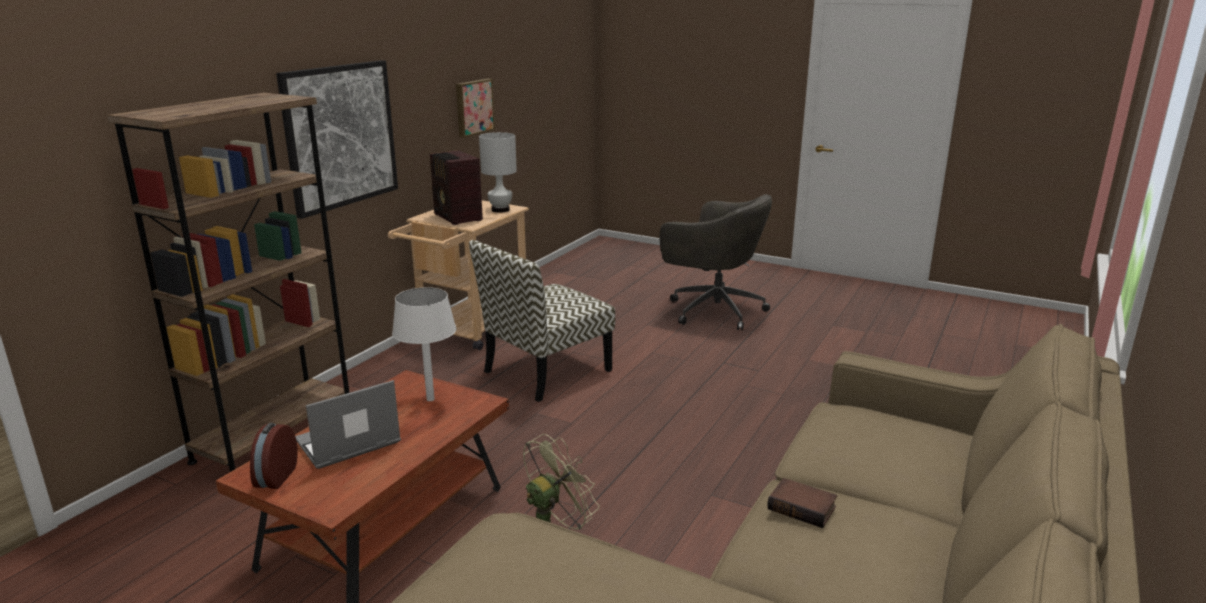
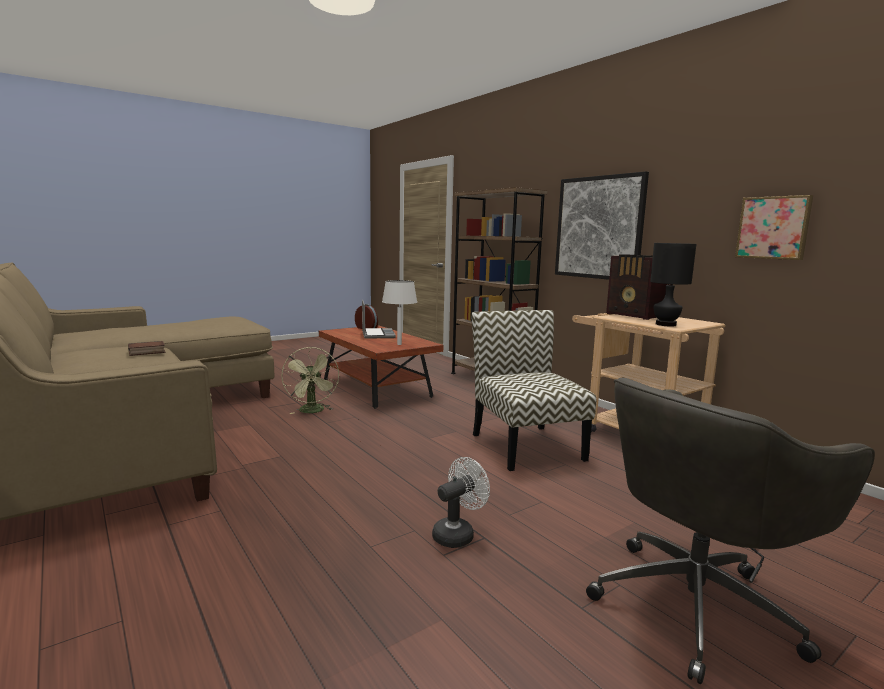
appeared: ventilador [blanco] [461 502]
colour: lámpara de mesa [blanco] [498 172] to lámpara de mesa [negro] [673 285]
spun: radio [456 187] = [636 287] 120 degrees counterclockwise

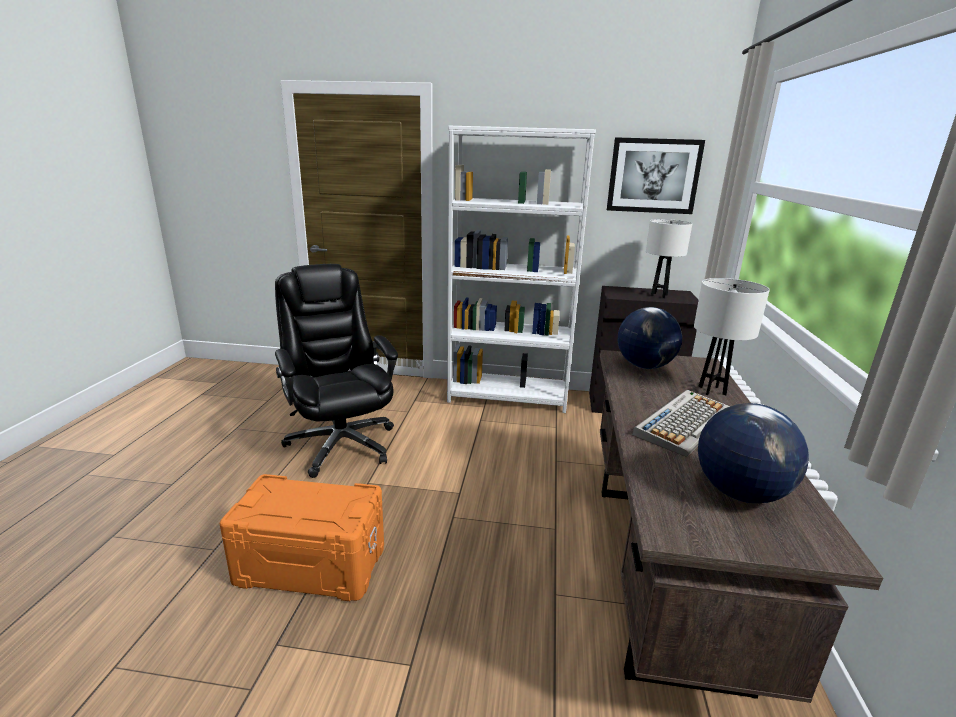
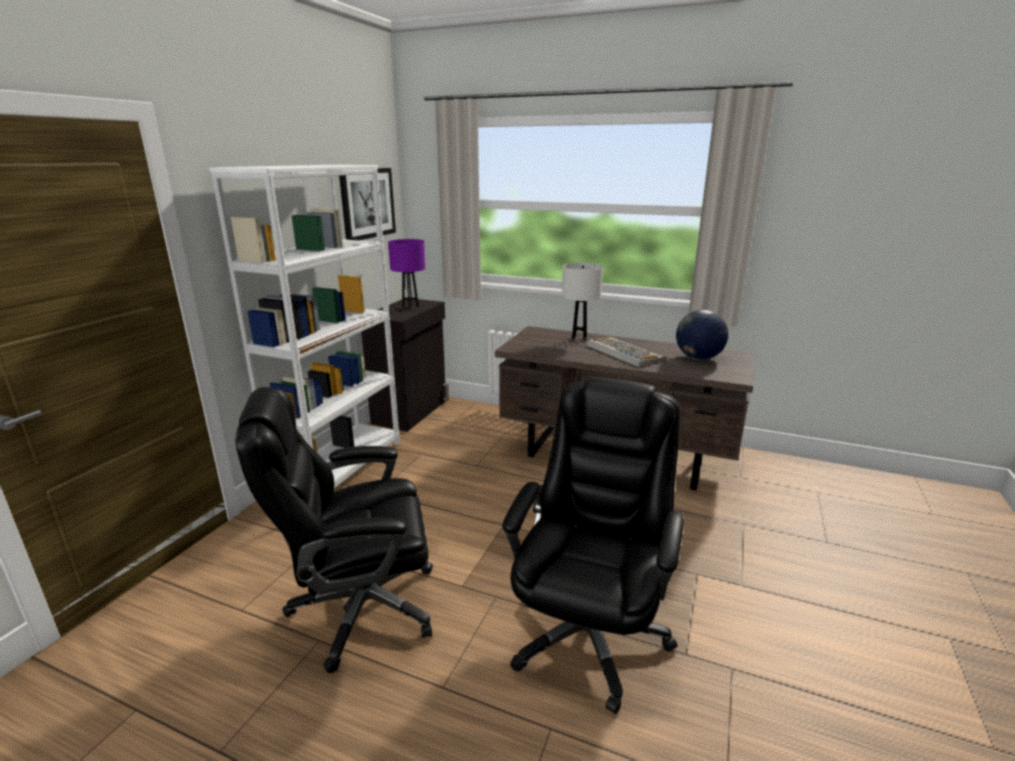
missing: globo terráqueo [650 338]
exchanged: caja de almacenaje [naranja] [302 537] to silla de oficina [negro] [593 545]
colour: lámpara de mesa [blanco] [669 258] to lámpara de mesa [morado] [406 274]

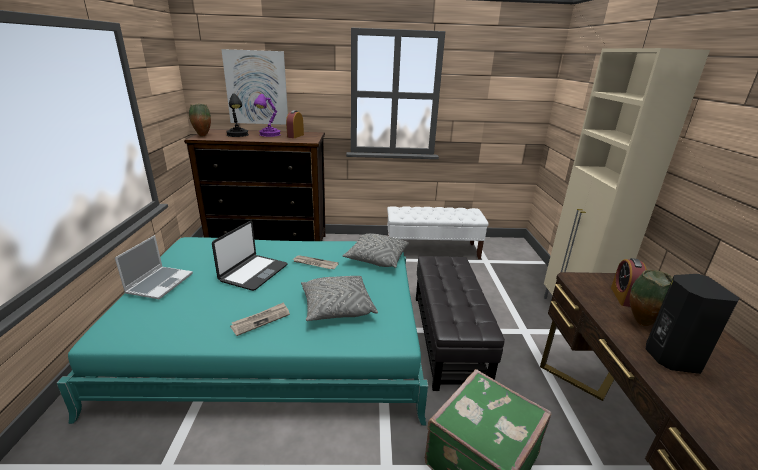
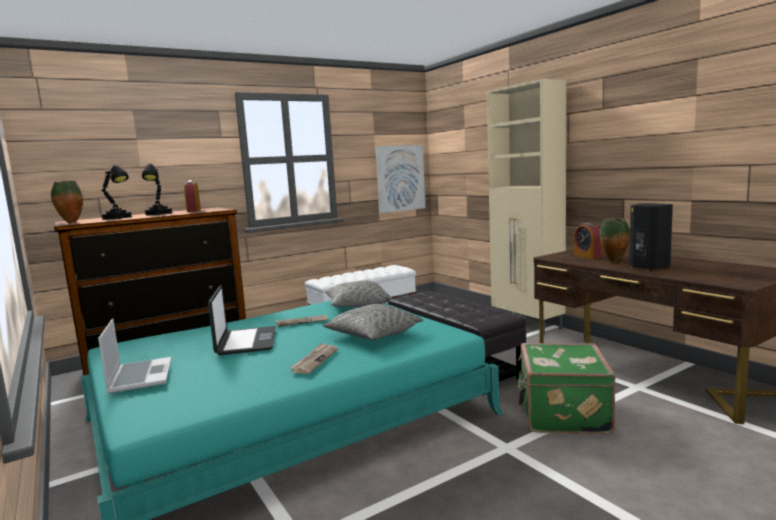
relocated: cuadro [254 87] to [400 179]
colour: lámpara de mesa [morado] [267 115] to lámpara de mesa [negro] [157 189]

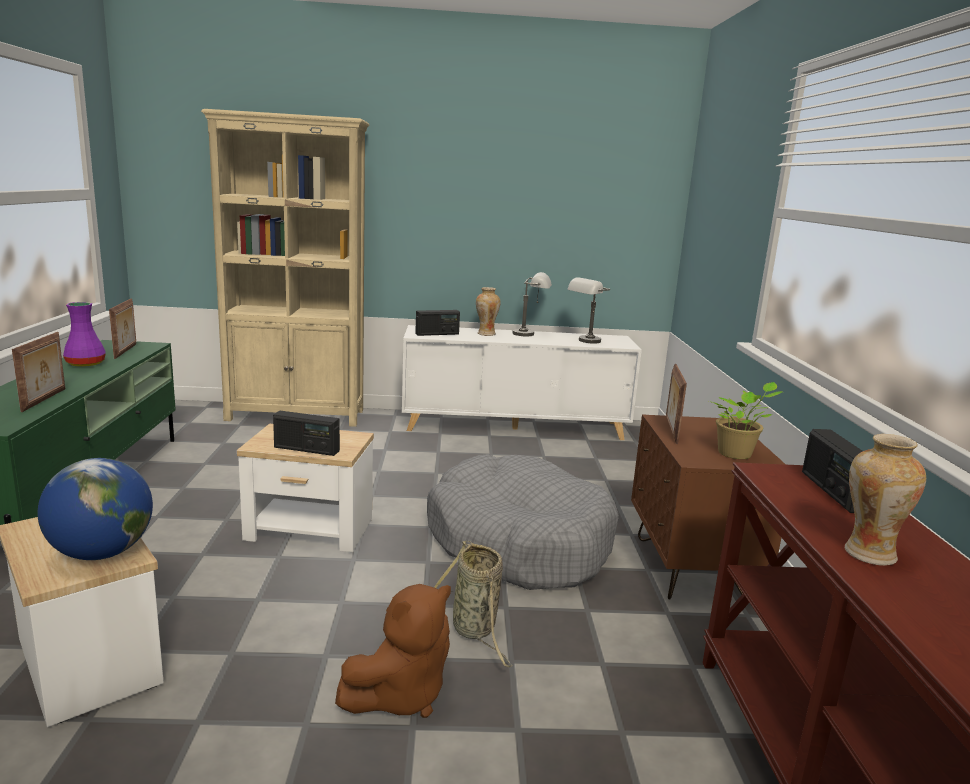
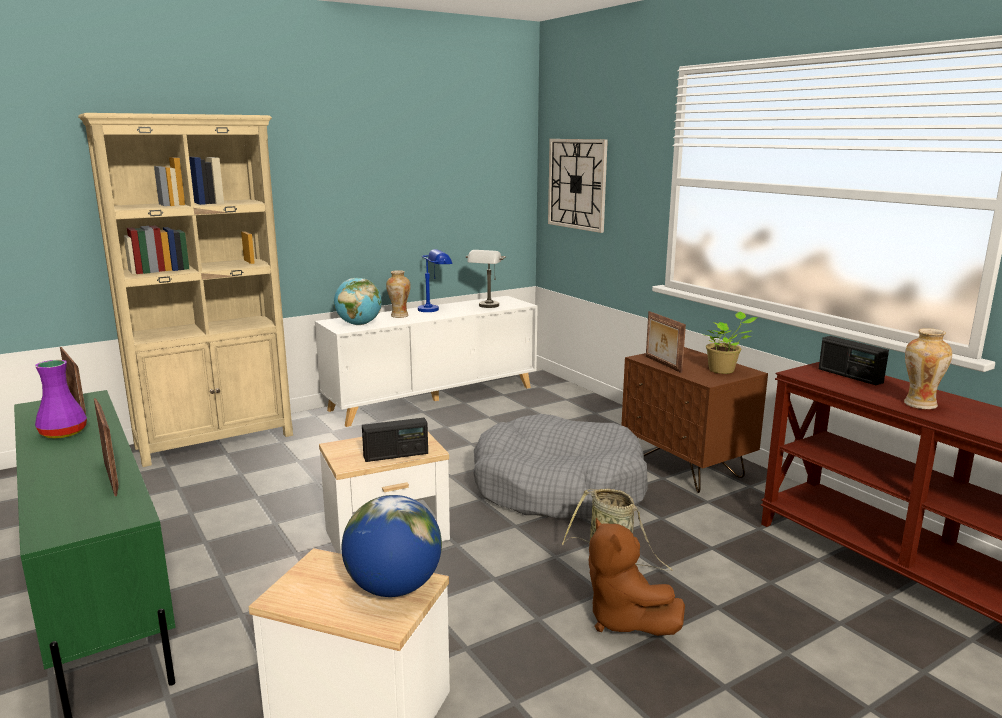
appeared: reloj de pared [578 186]
exchanged: radio [437 323] to globo terráqueo [358 301]
colour: lámpara de mesa [gris] [532 304] to lámpara de mesa [azul] [435 280]
spun: peluche [marrón] [393 651] = [637 577] 135 degrees clockwise

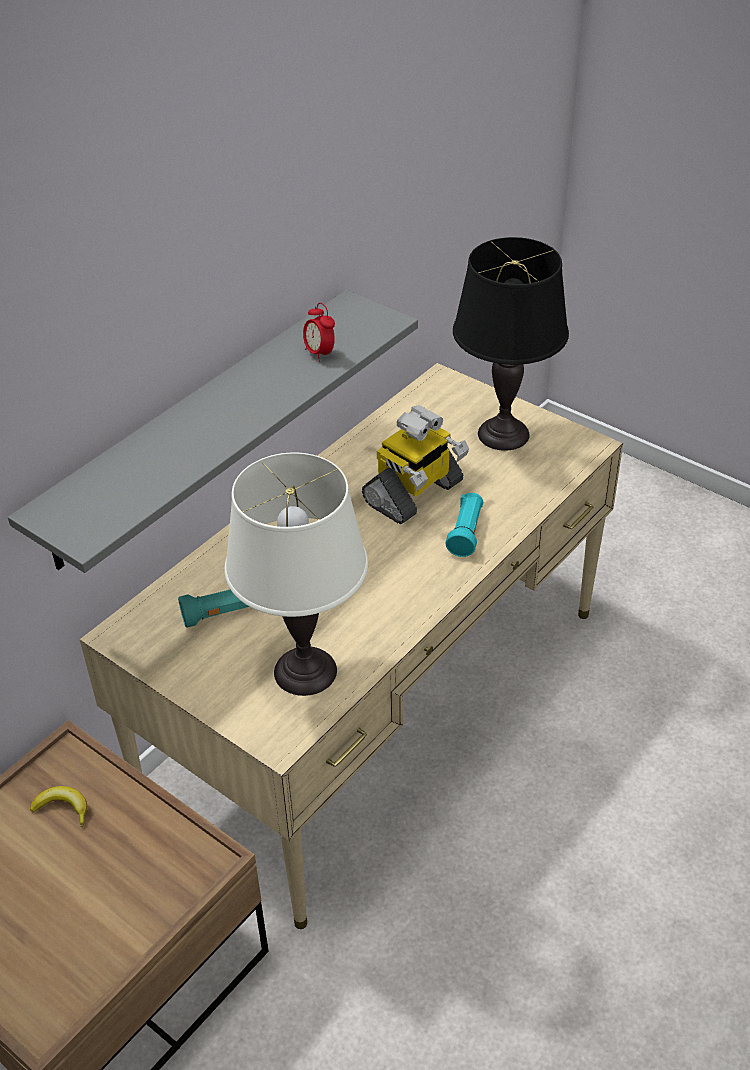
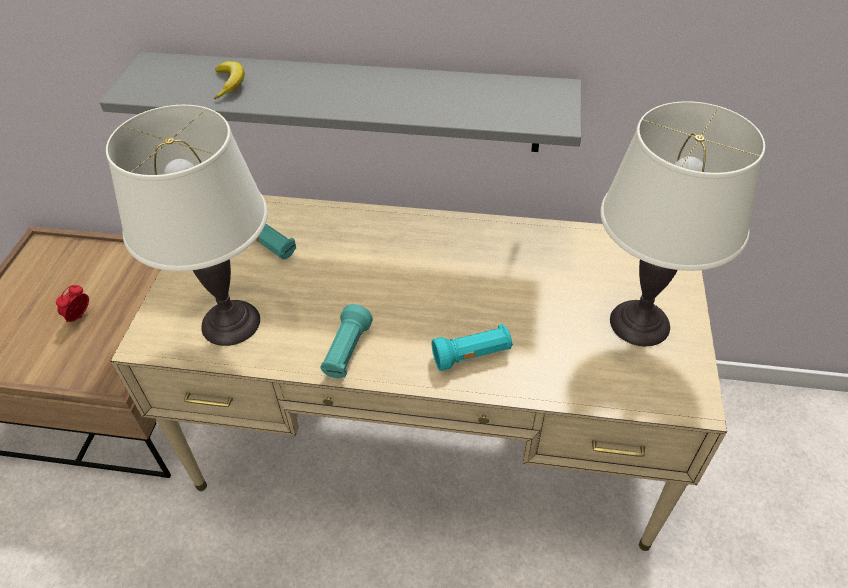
missing: robot de juguete [415 464]
appeared: linterna [turquesa] [347 341]
relocated: plátano [58 806] to [229 80]; despertador [319 332] to [72 303]
colour: lámpara de mesa [negro] [511 344] to lámpara de mesa [blanco] [682 223]

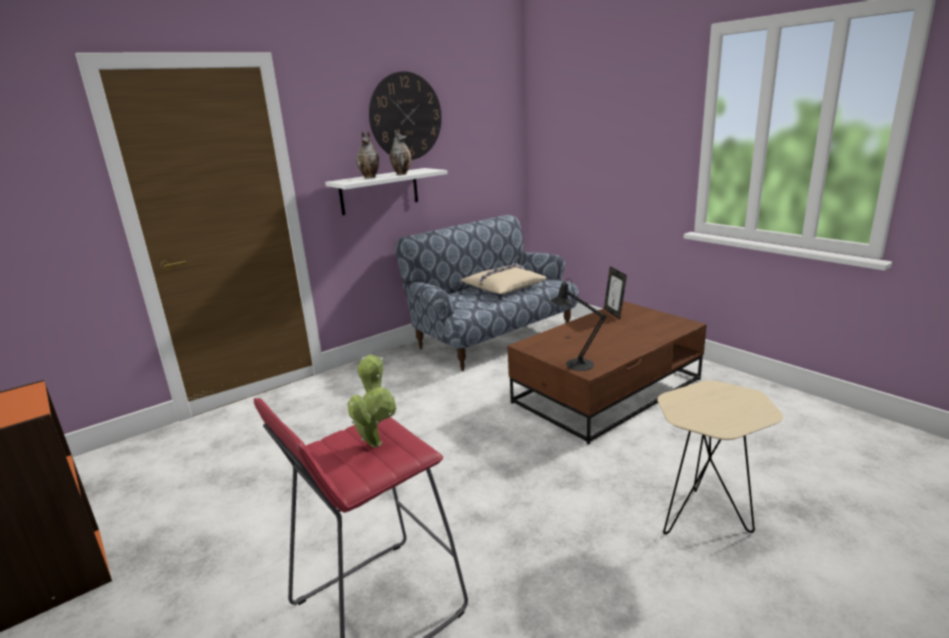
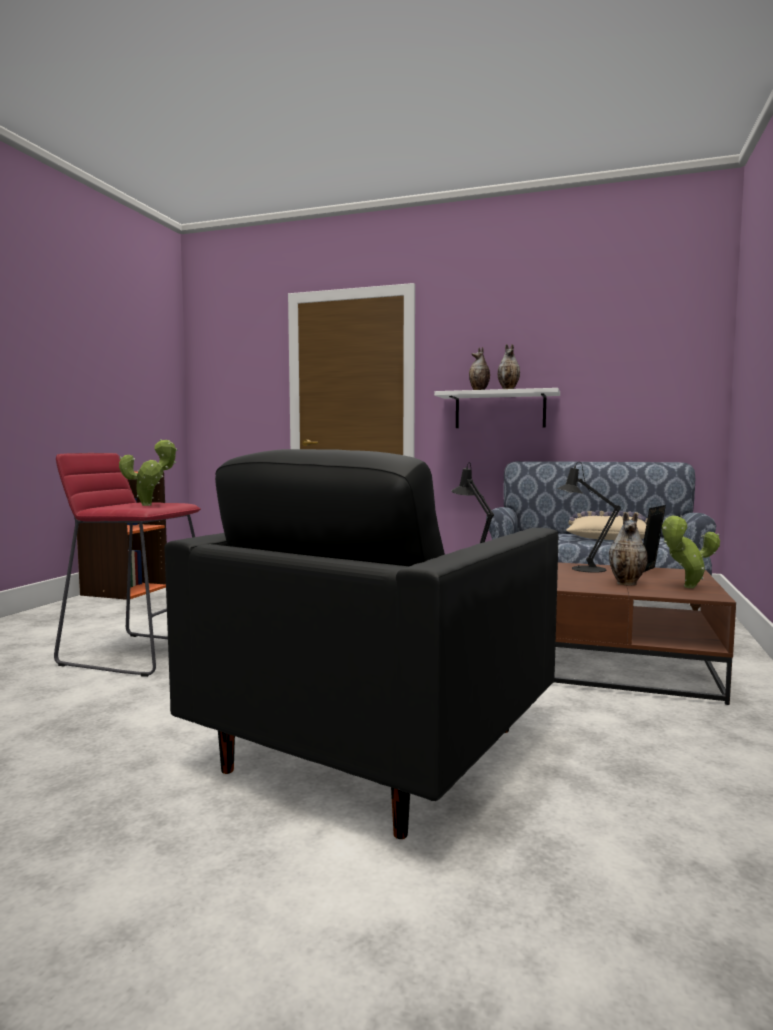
missing: reloj de pared [405 115]
appeared: lámpara de mesa [negro] [589 517]; florero [628 548]; planta en maceta [691 551]
exchanged: mesa auxiliar [beis] [720 457] to sillón [negro] [361 644]

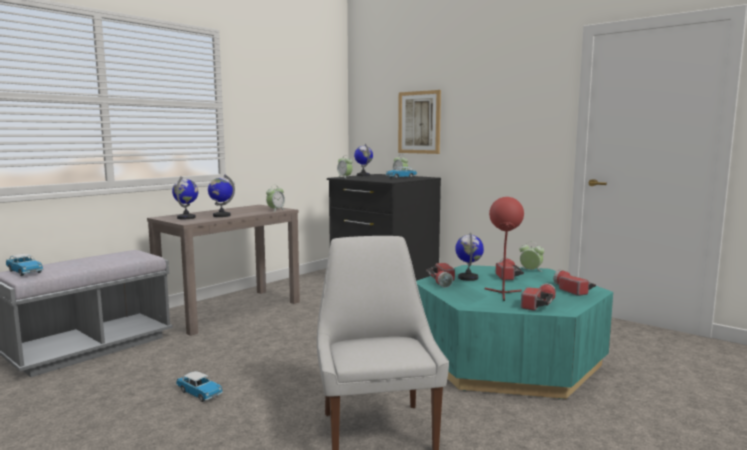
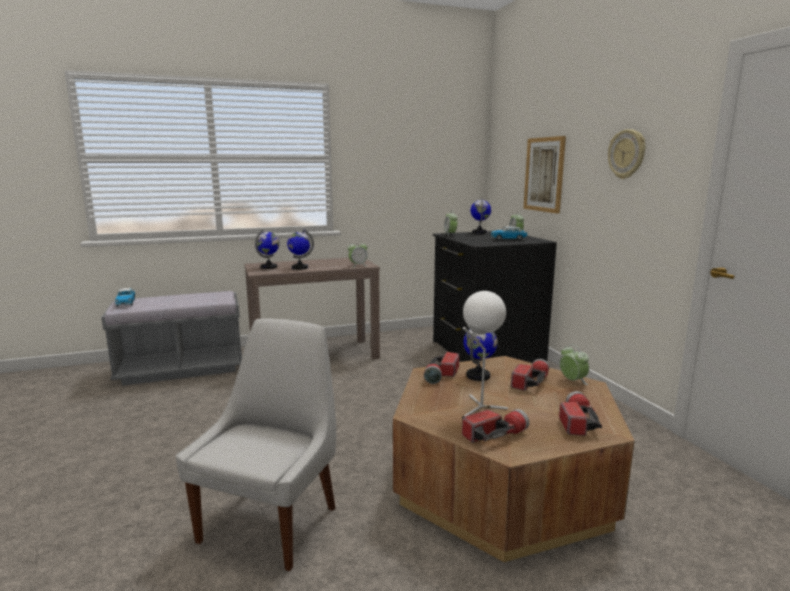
missing: coche de juguete [199 386]
appeared: reloj de pared [626 154]
colour: mesa de centro [turquesa] [514 332] to mesa de centro [marrón] [514 459]; lámpara de mesa [rojo] [504 249] to lámpara de mesa [blanco] [485 355]

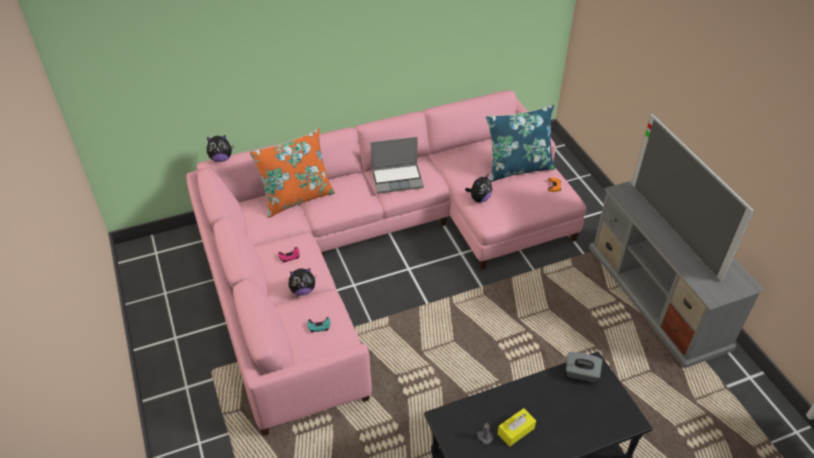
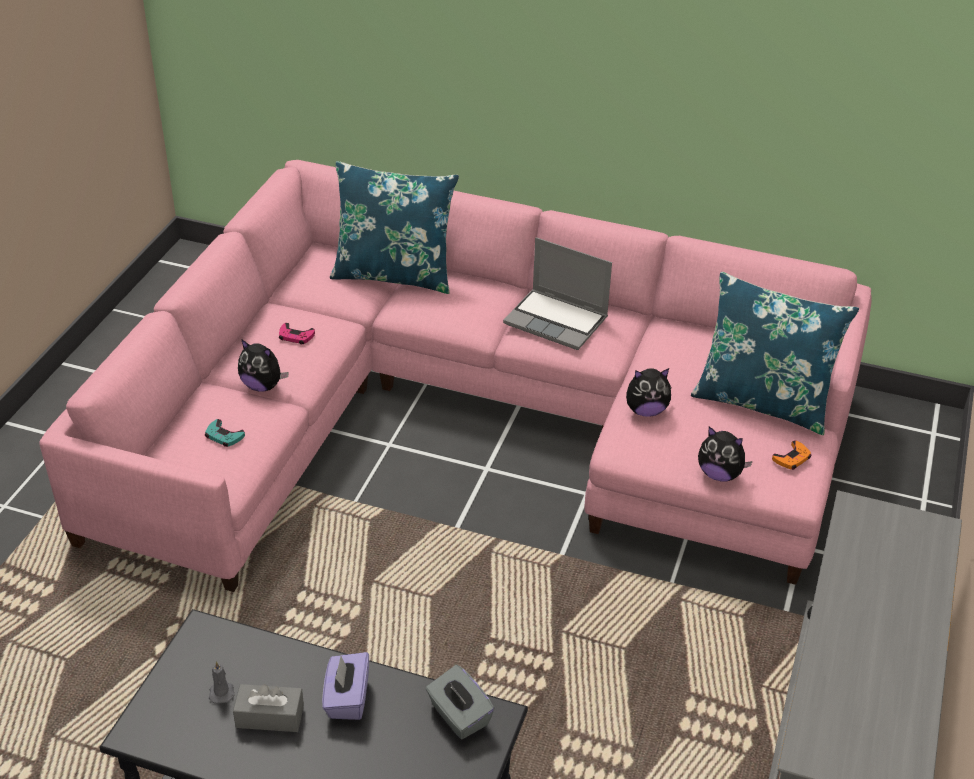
missing: televisor [693 198]
appeared: caja de pañuelos [morado] [345 686]
relocated: peluche [220 148] to [725 454]
colour: cojín [naranja] [292 173] to cojín [azul] [394 227]; caja de pañuelos [amarillo] [516 427] to caja de pañuelos [gris] [268 708]

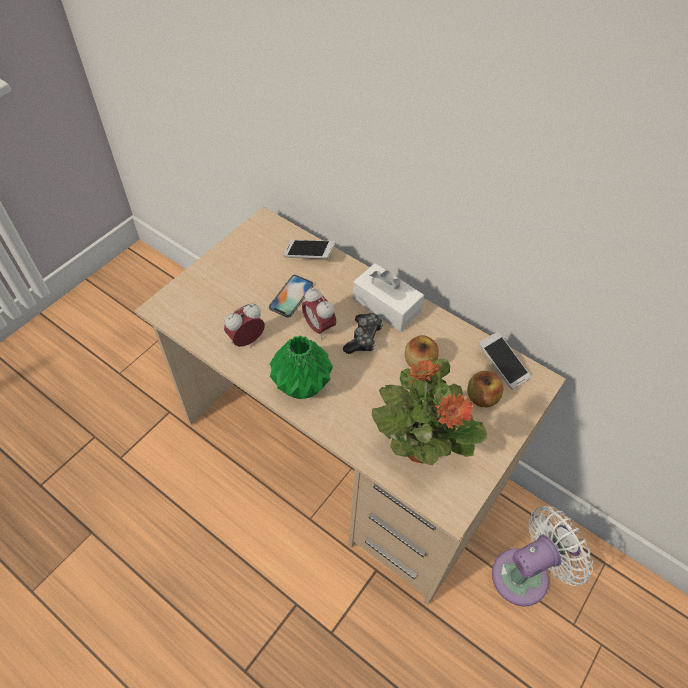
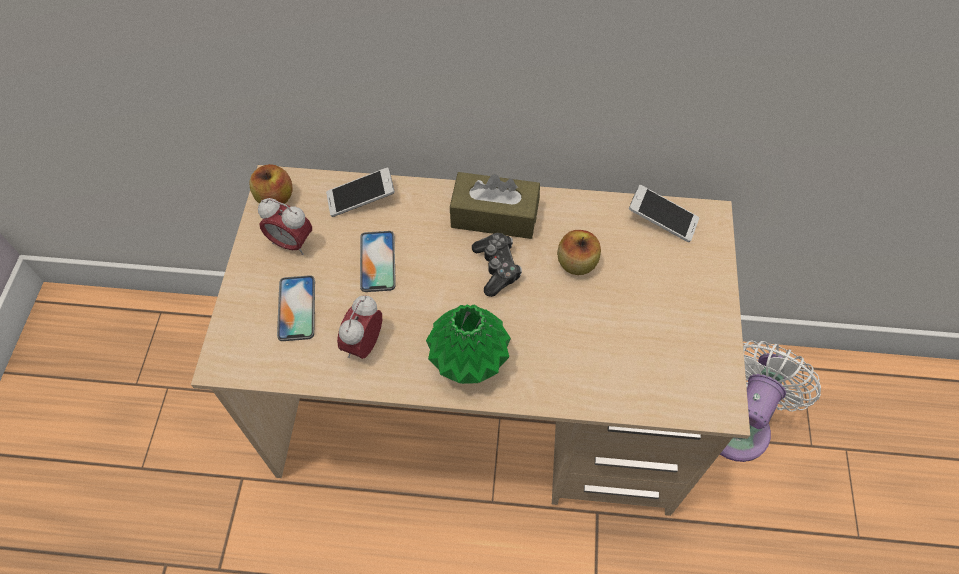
missing: planta en maceta [429 412]
appeared: móvil [296 308]
relocated: despertador [319 313] to [285 226]; manzana [485 389] to [271 184]
colour: caja de pañuelos [blanco] [388 297] to caja de pañuelos [marrón] [495 205]

